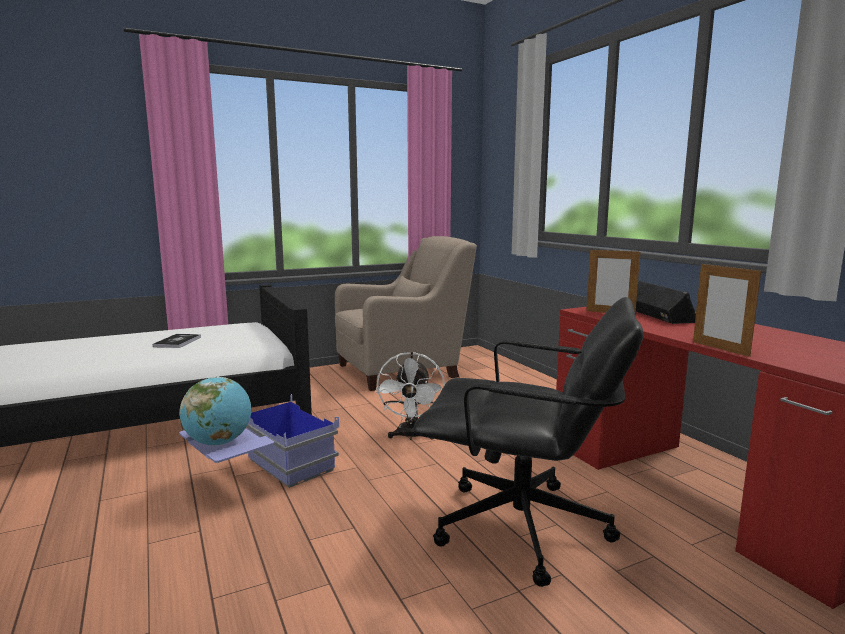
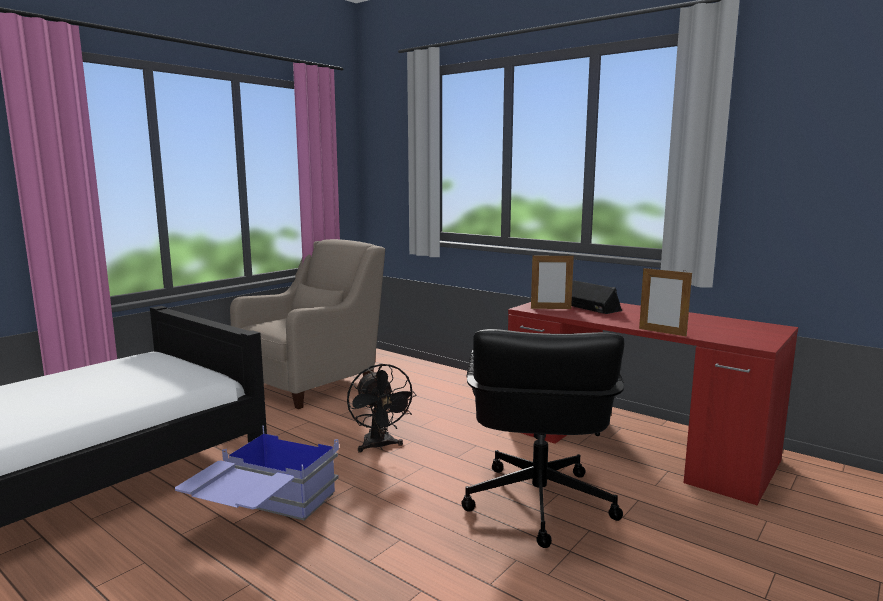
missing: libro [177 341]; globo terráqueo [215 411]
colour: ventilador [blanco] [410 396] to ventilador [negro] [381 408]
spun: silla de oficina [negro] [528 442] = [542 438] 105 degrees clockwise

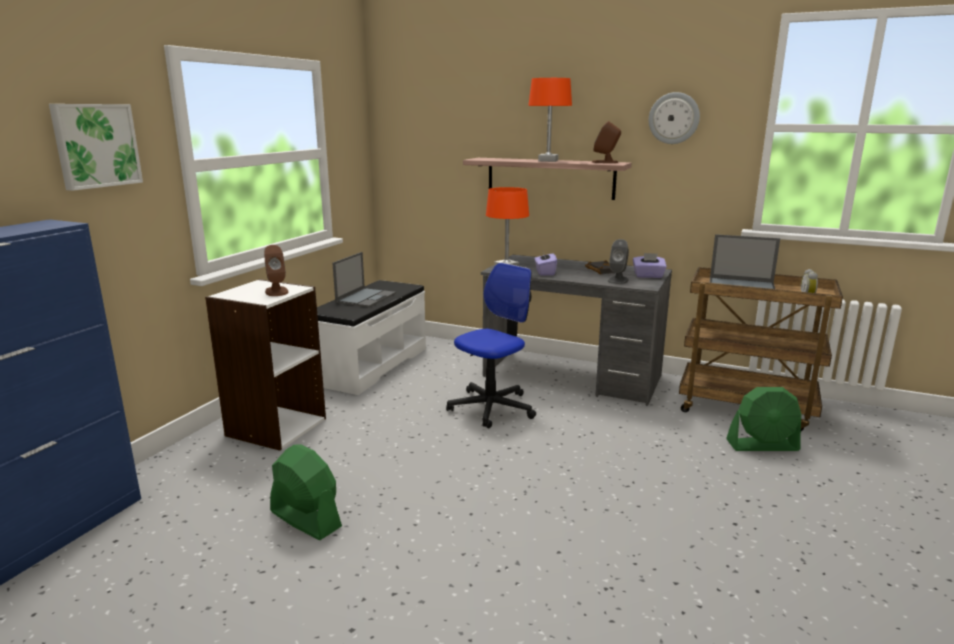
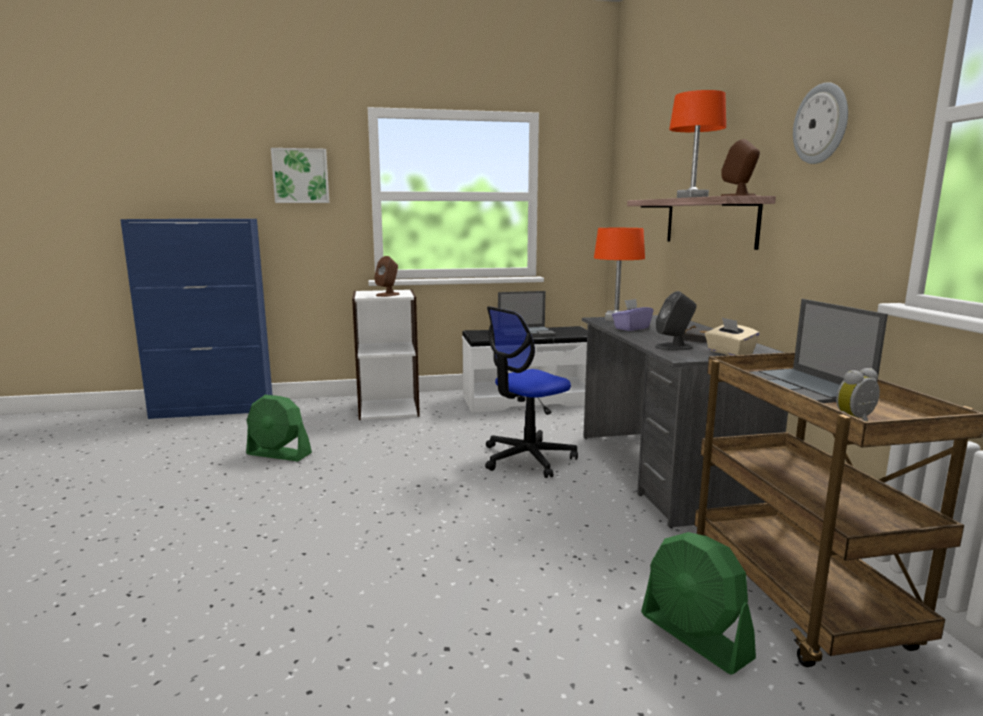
colour: caja de pañuelos [morado] [650 265] to caja de pañuelos [beis] [732 336]
spun: ventilador [verde] [306 492] = [279 428] 105 degrees clockwise; silla de oficina [491 346] = [531 392] 135 degrees clockwise

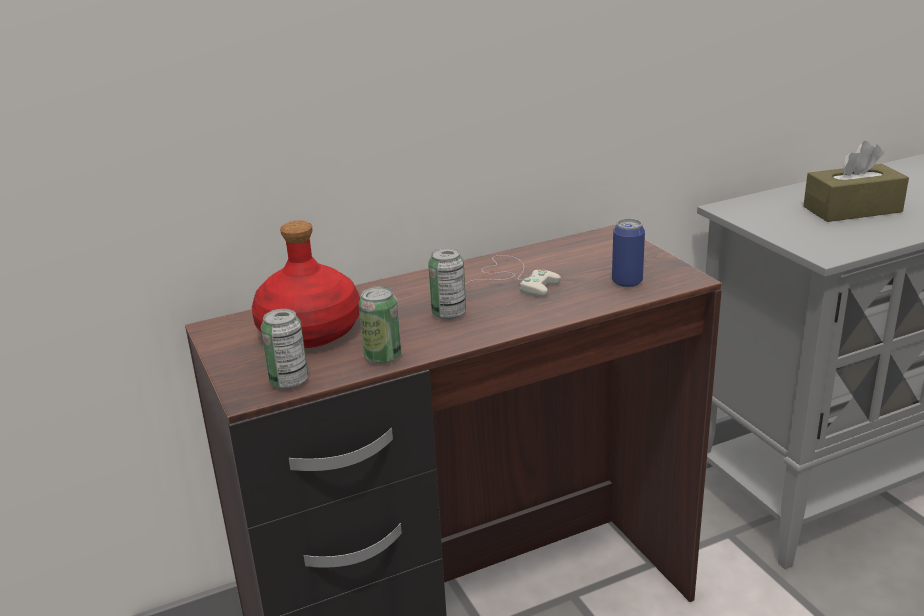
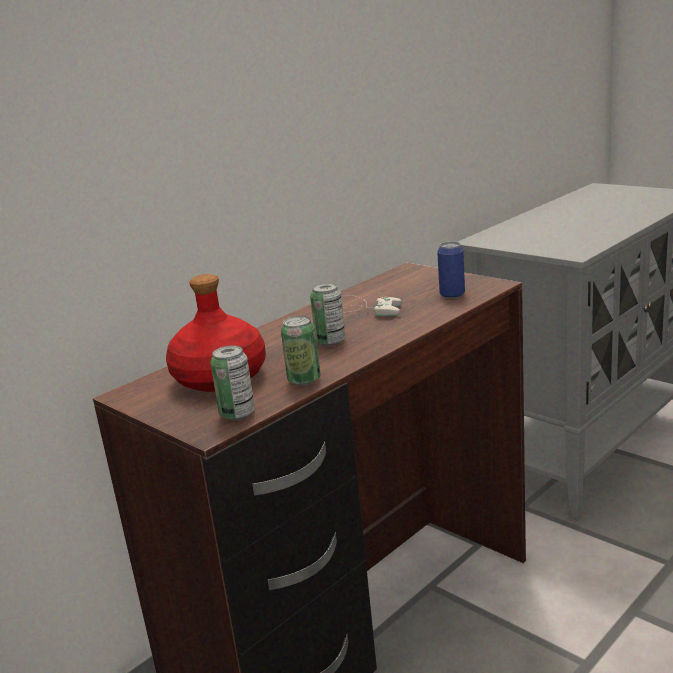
missing: caja de pañuelos [marrón] [856 181]

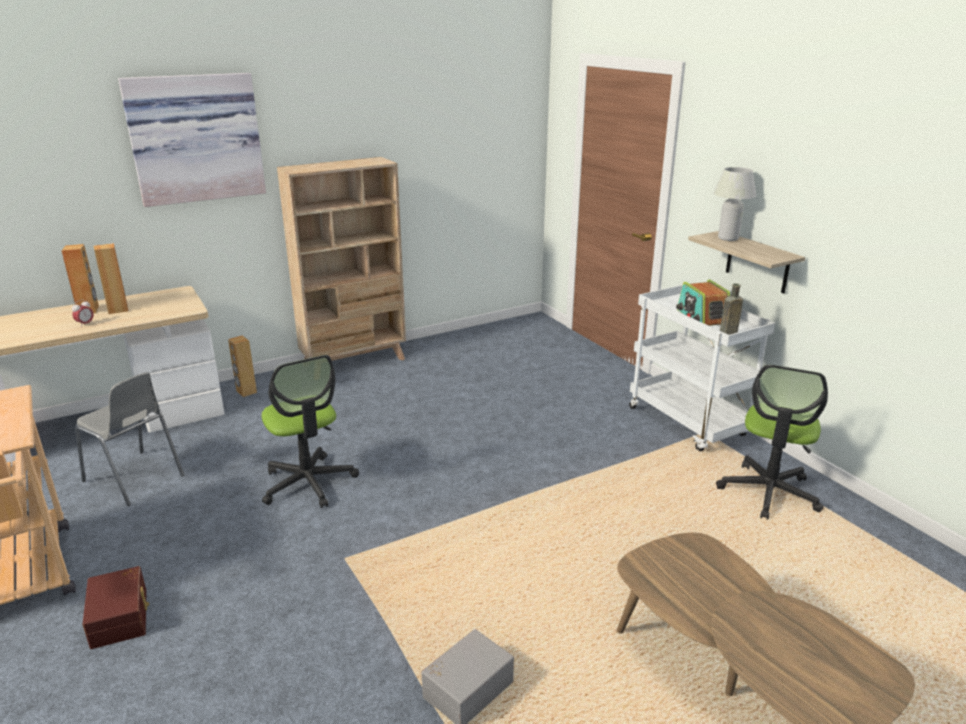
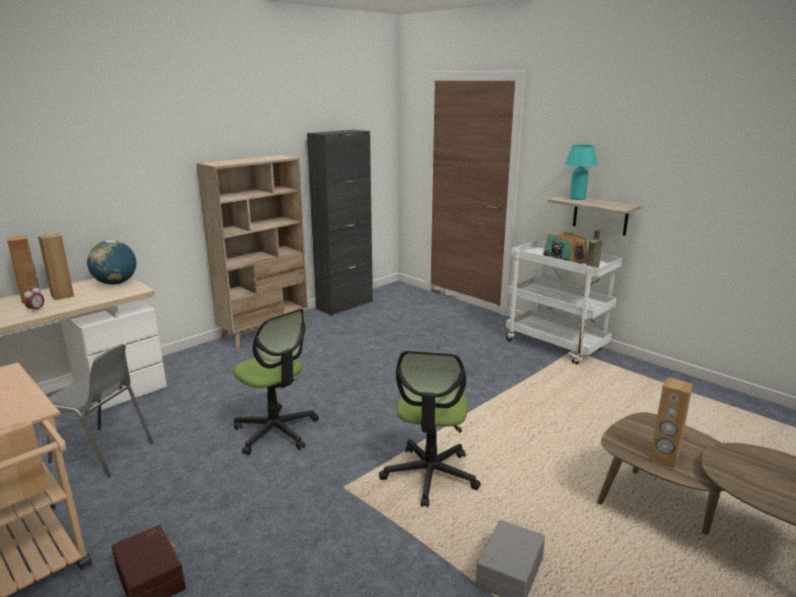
missing: cuadro [192 140]
appeared: globo terráqueo [111 262]; armario [negro] [340 223]
relocated: altavoz [marrón] [242 366] to [671 422]; silla de oficina [772 442] to [430 429]
colour: lámpara de mesa [blanco] [735 204] to lámpara de mesa [turquesa] [581 172]

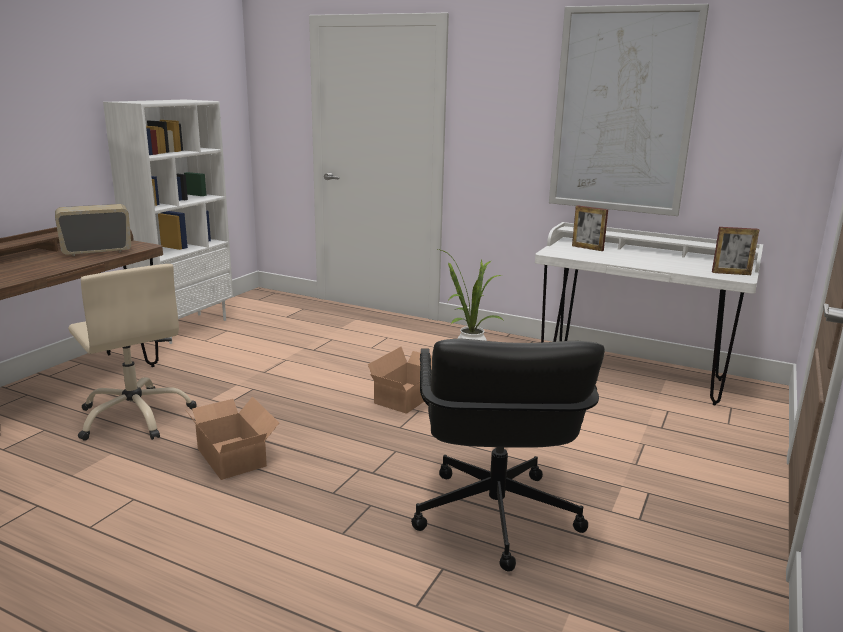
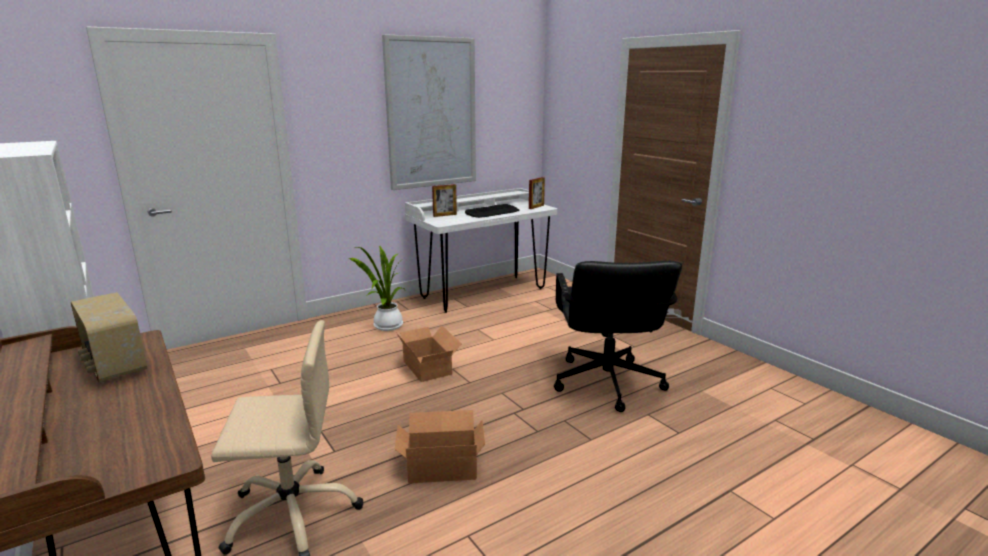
appeared: teclado [492 211]
spun: radio [93 230] = [109 337] 45 degrees counterclockwise; silla de oficina [negro] [508 455] = [618 336] 60 degrees clockwise

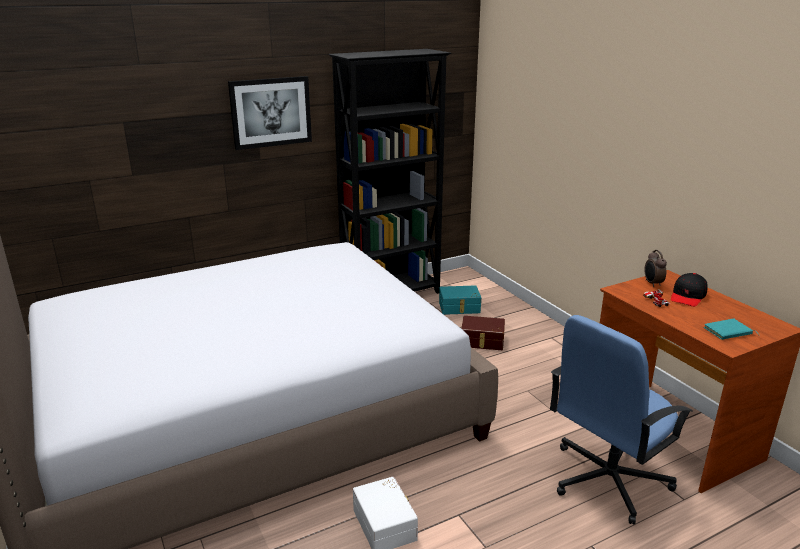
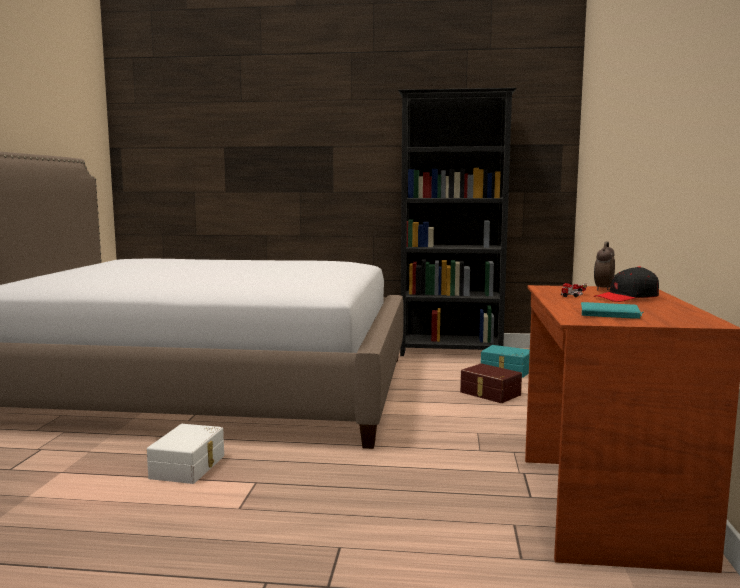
missing: cuadro [270 113]; silla de oficina [azul] [621 420]

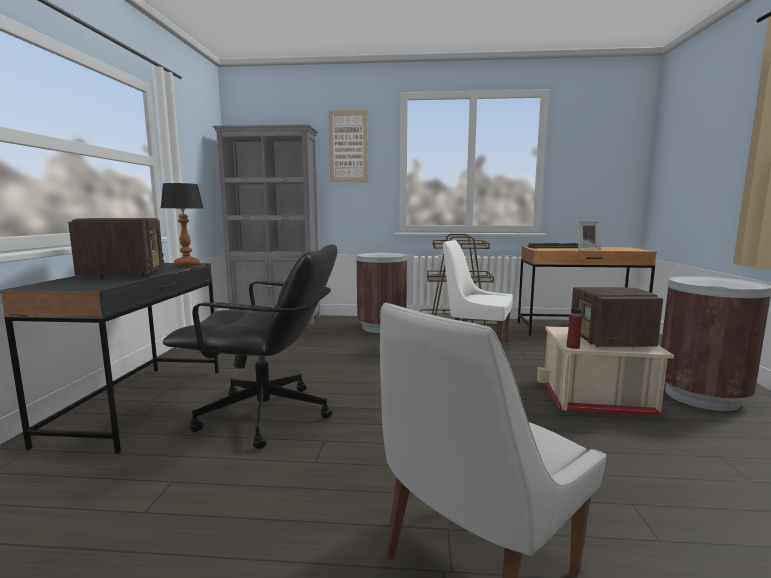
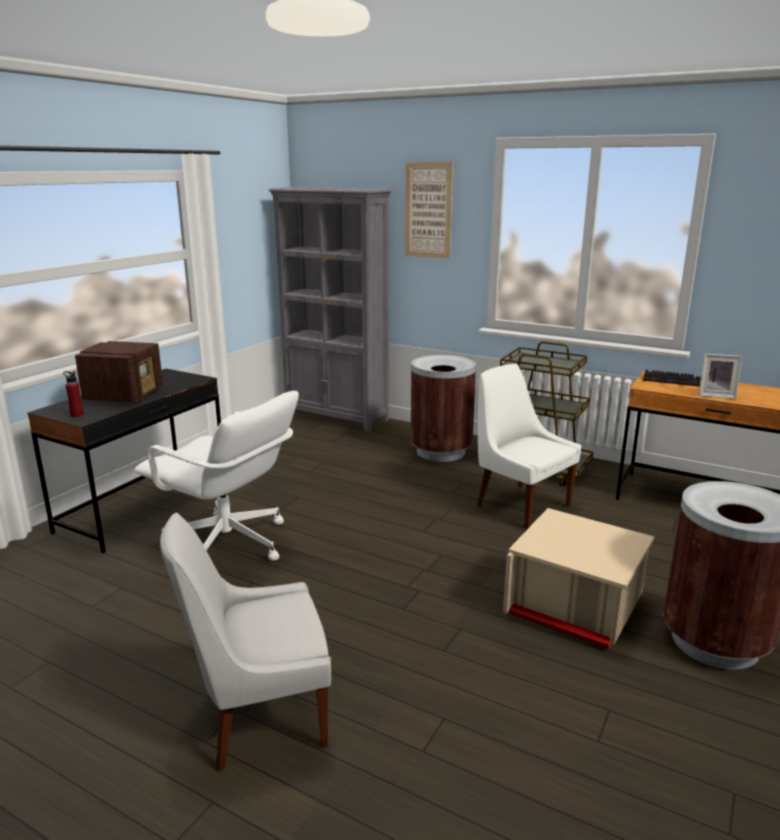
missing: lámpara de mesa [182 224]; radio [617 317]
relocated: botella [rojo] [574 325] to [73 394]
colour: silla de oficina [negro] [250 346] to silla de oficina [blanco] [216 476]

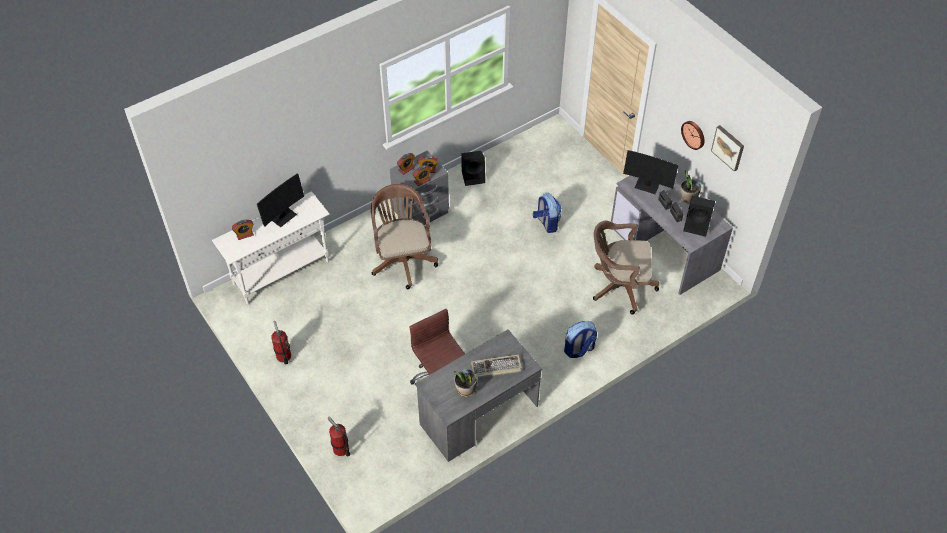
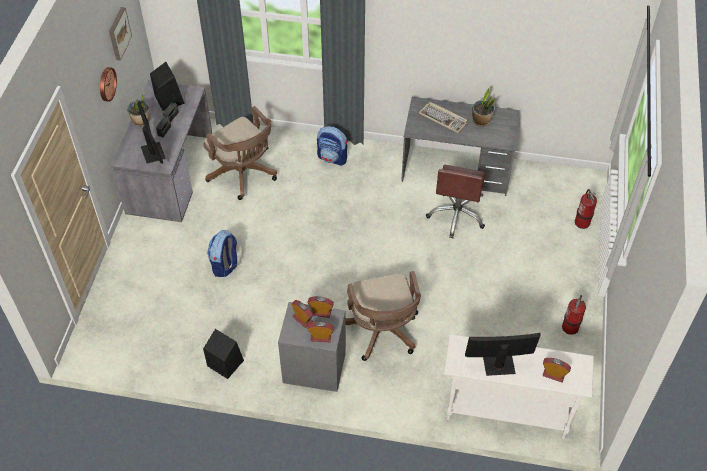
spun: silla de oficina [marrón] [404 236] = [383 316] 45 degrees counterclockwise

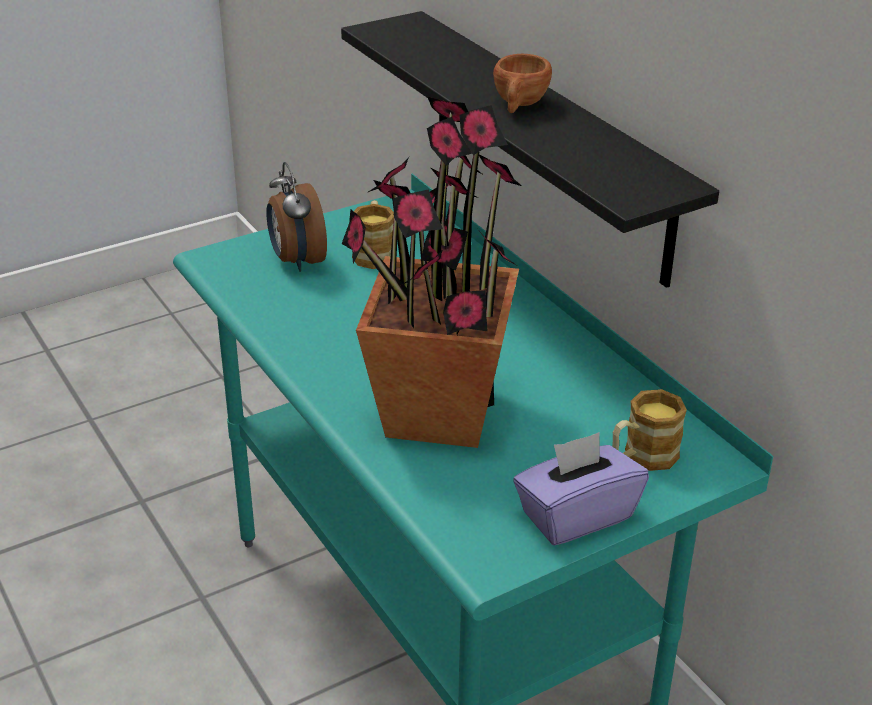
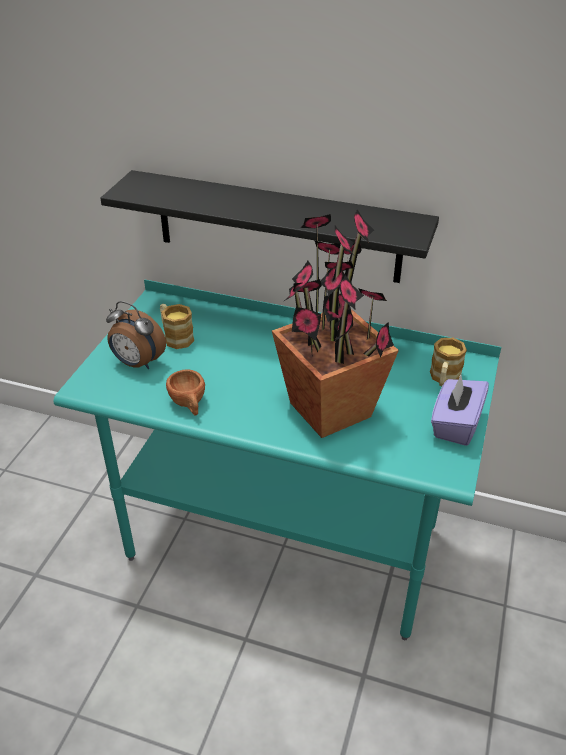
relocated: taza [marrón] [522 83] to [185 392]

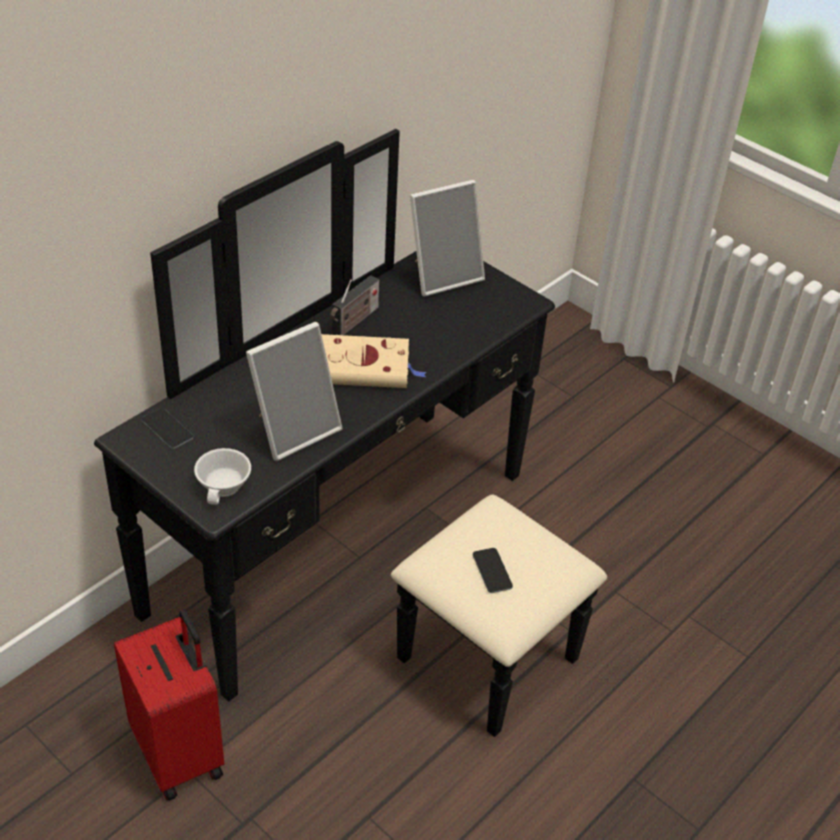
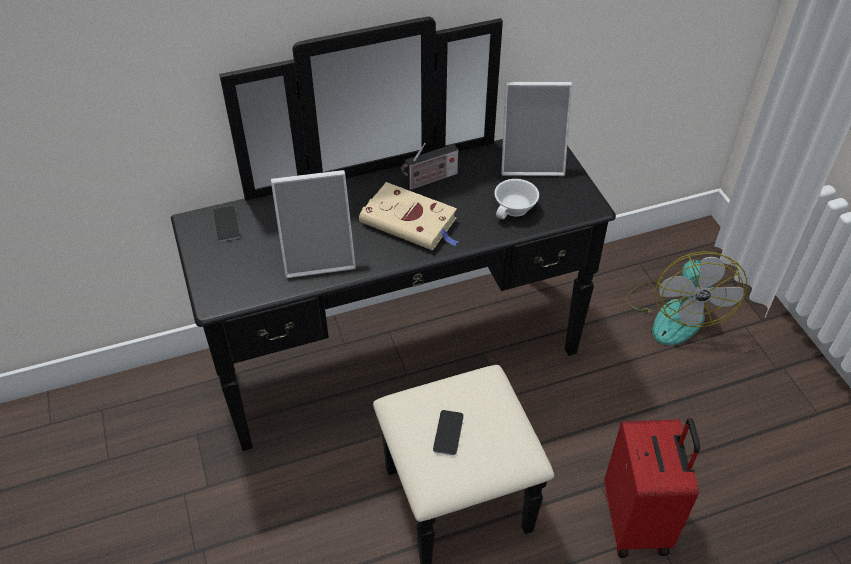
appeared: ventilador [686 298]
relocated: maleta [rojo] [169 705] to [652 488]; taza [blanco] [222 476] to [516 199]

